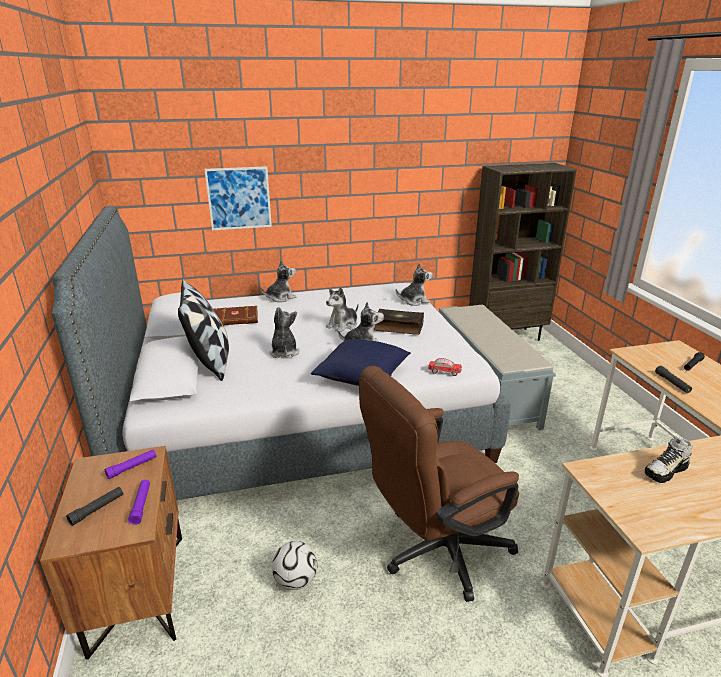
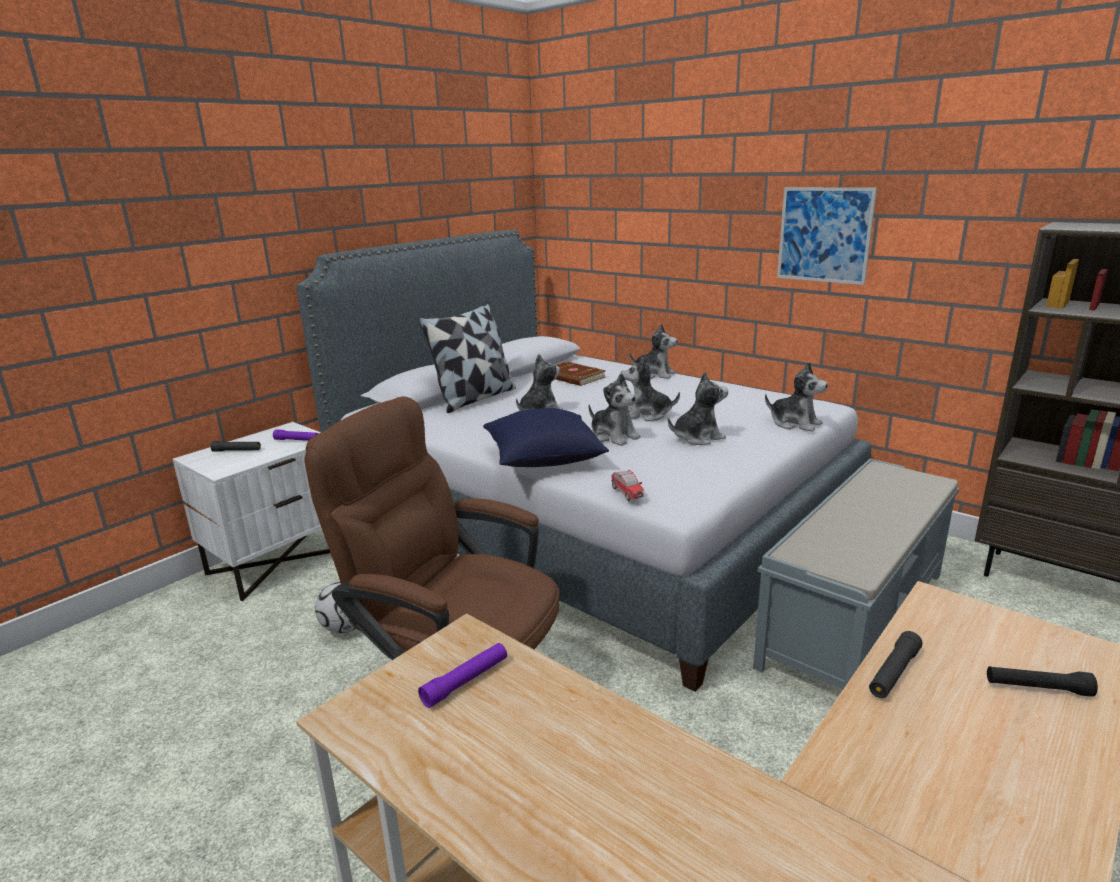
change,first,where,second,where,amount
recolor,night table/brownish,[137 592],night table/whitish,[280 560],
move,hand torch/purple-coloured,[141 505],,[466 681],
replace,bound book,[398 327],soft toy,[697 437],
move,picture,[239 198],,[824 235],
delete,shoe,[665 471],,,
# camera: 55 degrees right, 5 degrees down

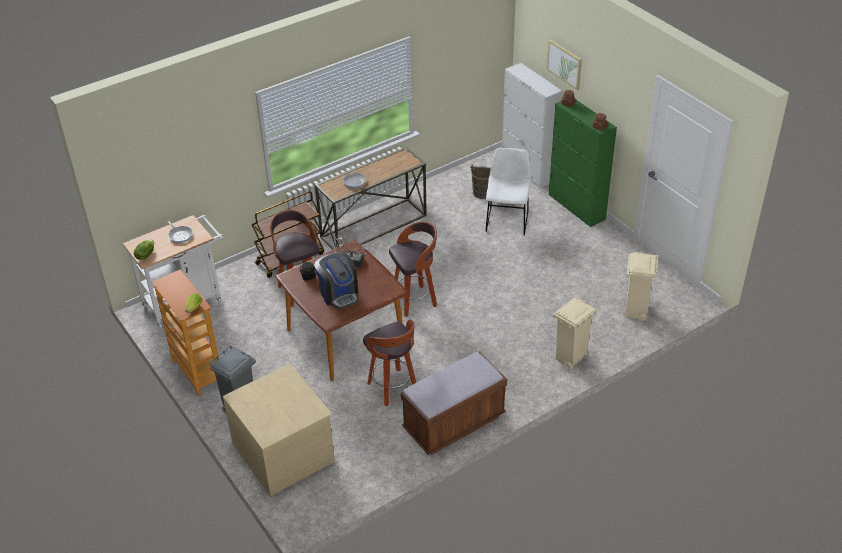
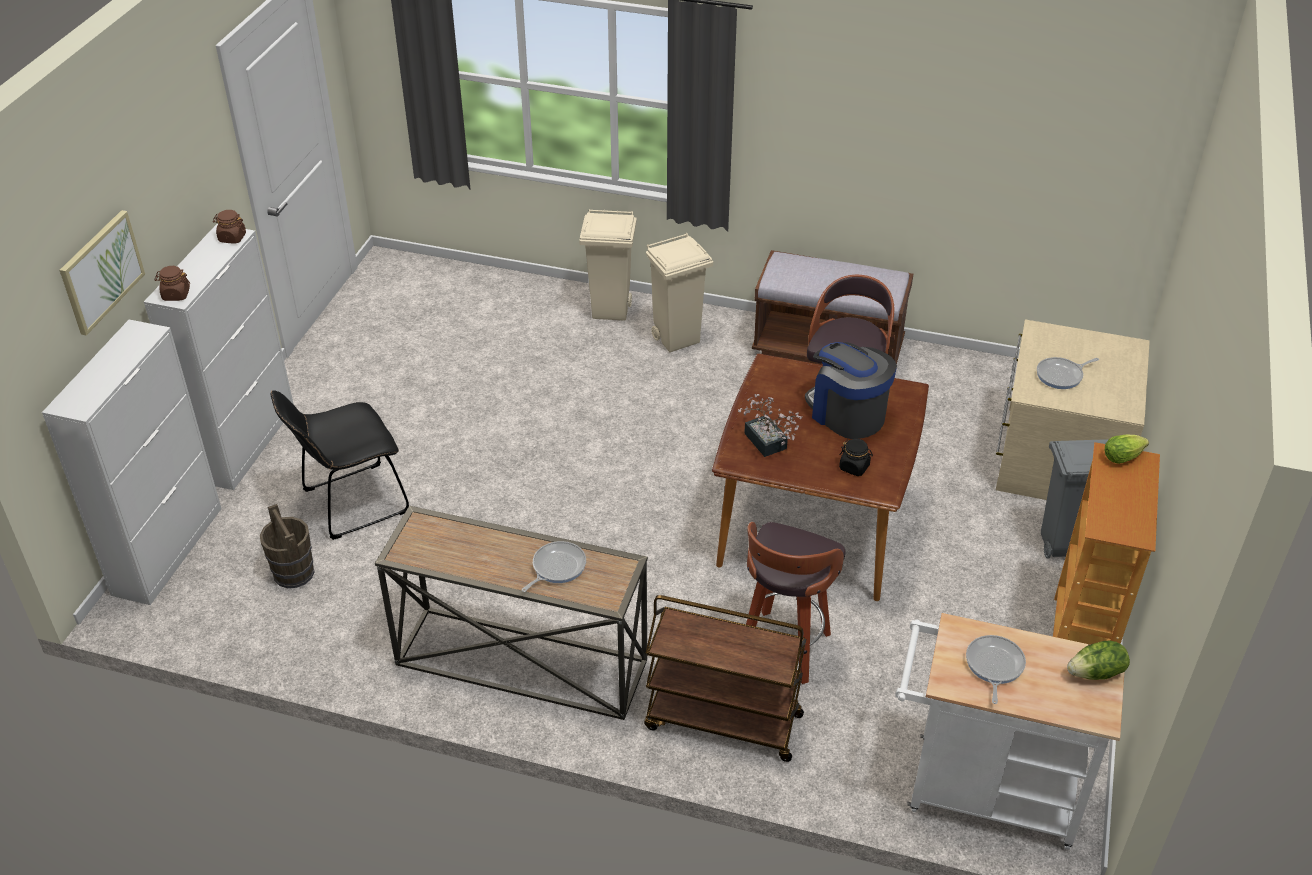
change,first,where,second,where,amount
recolor,cupboard/greenish,[576 207],cupboard/whitish,[247 443],
recolor,upright chair/whitish,[507 219],upright chair/black,[350 503],
move,rubbish bin/beige,[635 311],,[677 339],
rotate,coffee machine,[338 294],,[846 413],60 degrees counterclockwise
insert,,,frying pan,[1061 375],
delete,sitting stool,[415 301],,,
# camera: 130 degrees left, 0 degrees up

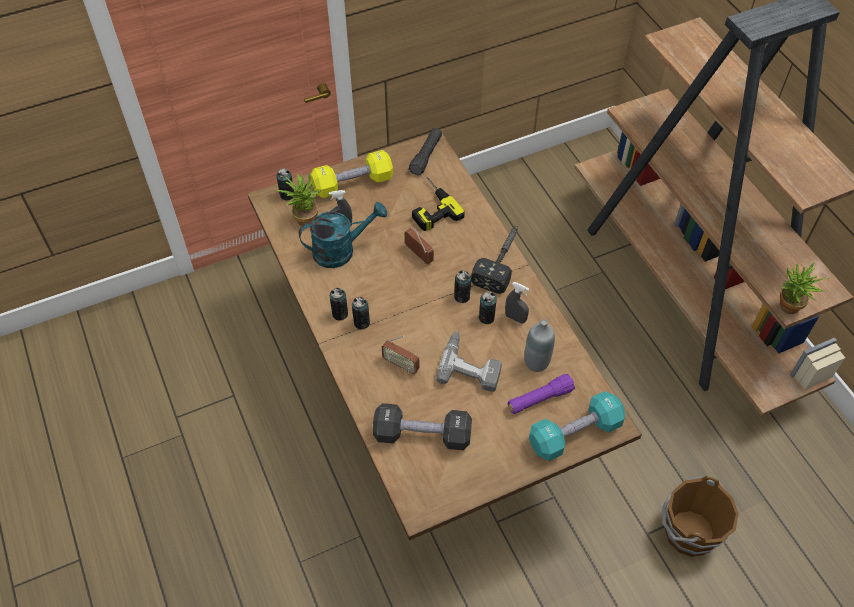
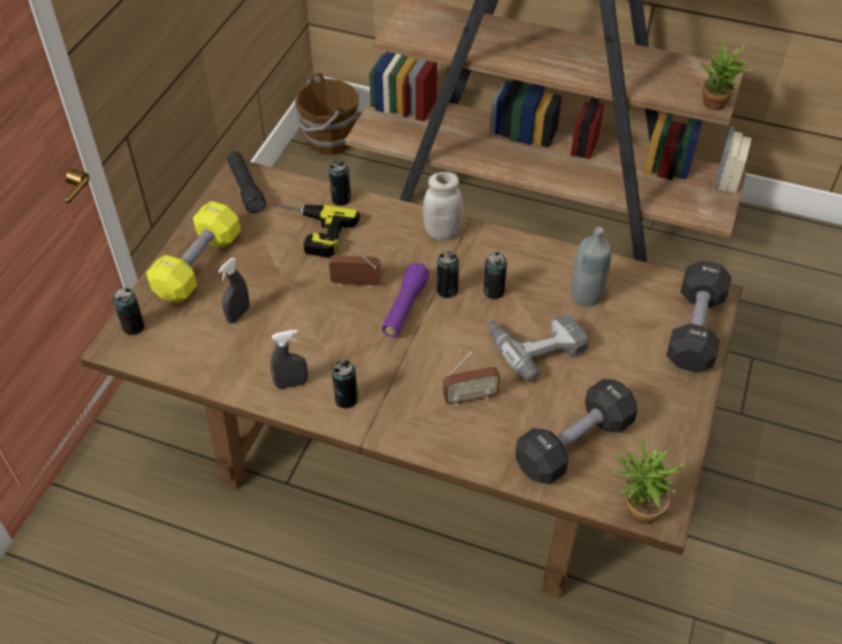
change,first,where,second,where,amount
move,spray bottle/greyish,[515 318],,[291 384],
move,pail/brownish,[688 532],,[329 140],
move,metal can,[361 323],,[341 199],
move,hand torch/purple-coloured,[540 399],,[405 307],
replace,tool hammer,[501 261],storage jar/whitish,[442 232],
move,plant in a pot,[304 218],,[635 510],
recolor,dumbbell/blue-green,[574 434],dumbbell/black,[695 329],
delete,watering can/blue-green,[341 250],,,
# camera: 45 degrees left, 5 degrees down

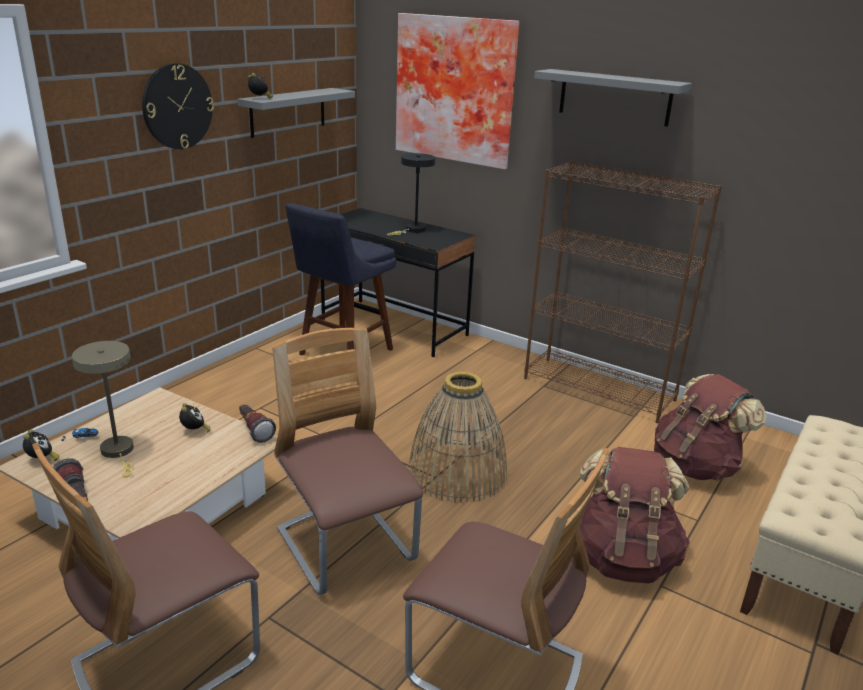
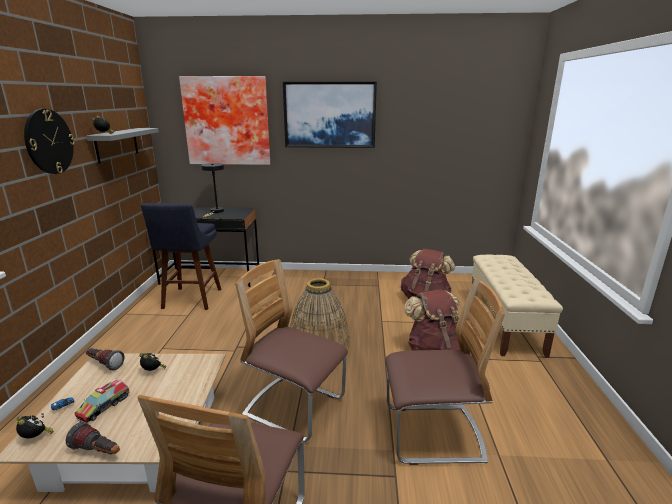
change,first,where,second,where,amount
replace,lamp for a table/beige,[119 452],model truck,[104 406],
move,hand torch,[254 430],,[104 364],
replace,bracket shelf/greyish,[614 97],picture,[329 115],
delete,shelving unit/brownish,[599 389],,,
# camera: 30 degrees left, 5 degrees down

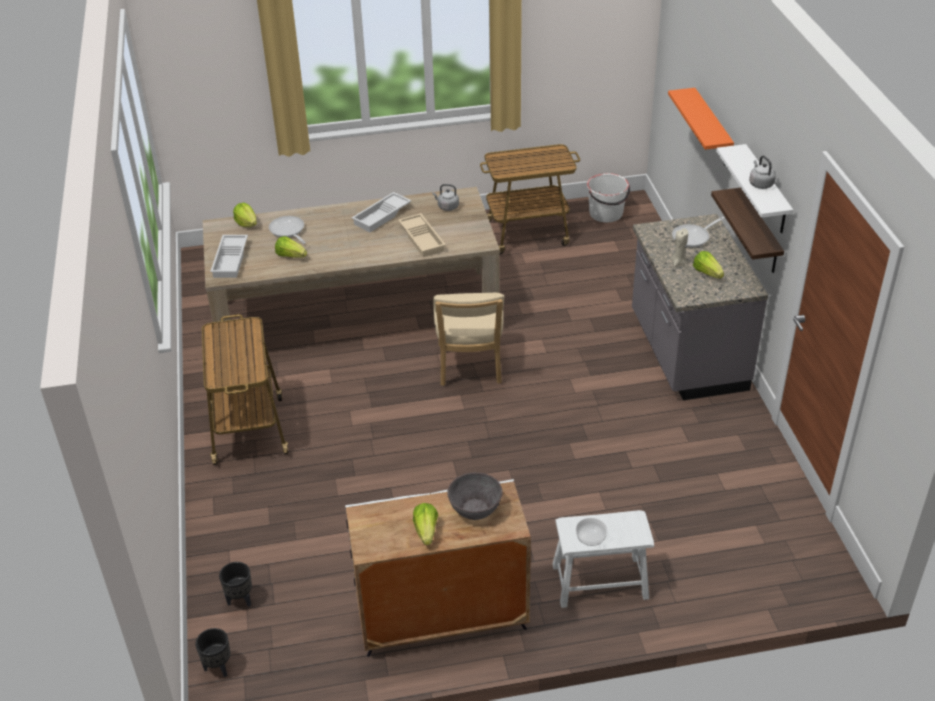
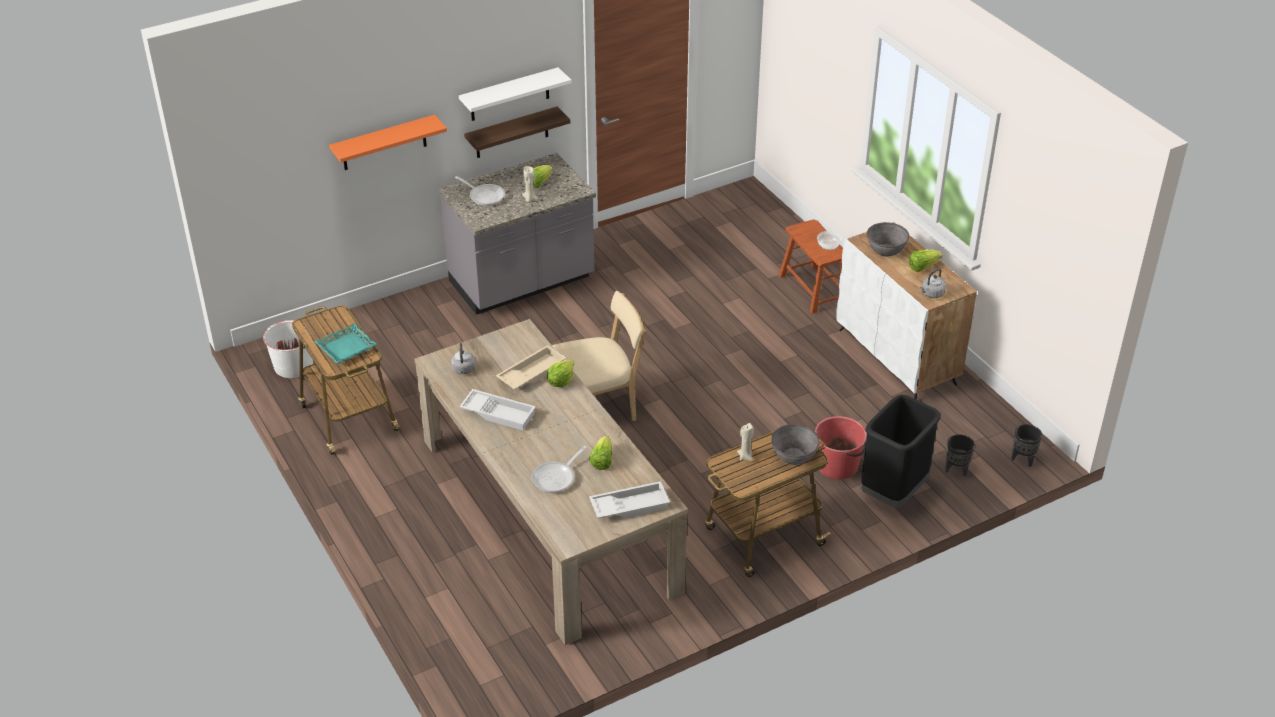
change,first,where,second,where,amount
insert,,,serving tray/blue-green,[346 348],
move,lettuce head,[246 223],,[560 381],
insert,,,wax candle/beige,[745 456],
insert,,,deep dish/greyish,[794 456],
recolor,sitting stool/whitish,[600 581],sitting stool/brownish,[814 288],
insert,,,pail/red,[838 465],
insert,,,rubbish bin/black,[893 492],
move,tea kettle/greyish,[760 184],,[931 294],
# camera: 110 degrees left, 0 degrees up

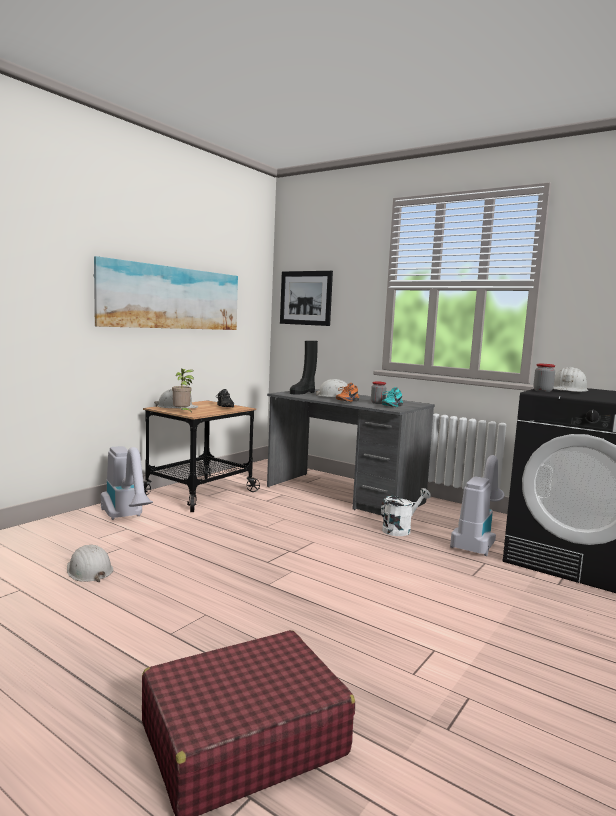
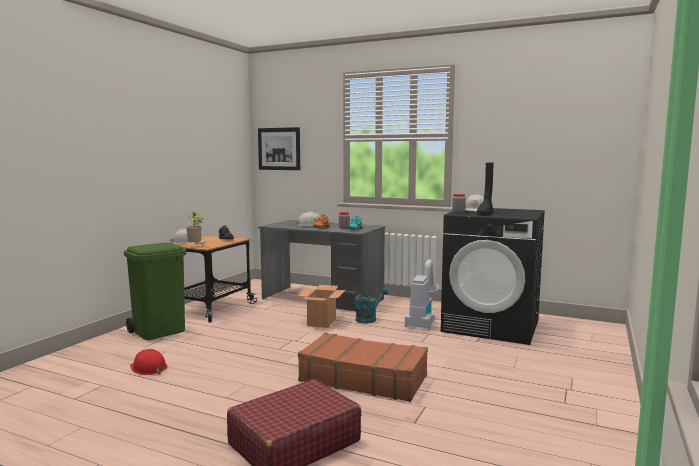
change,first,where,second,where,amount
replace,hoover,[126 518],rubbish bin/greenish,[160 331],
recolor,hard hat/whitish,[89 571],hard hat/red,[148 368],
insert,,,cardboard box,[322 322],
insert,,,suitcase/brownish,[363 378],
recolor,watering can/whitish,[400 529],watering can/blue-green,[368 319],
move,tall boot/black,[303 392],,[485 214],
delete,picture,[171 298],,,
# camera: 10 degrees left, 0 degrees up

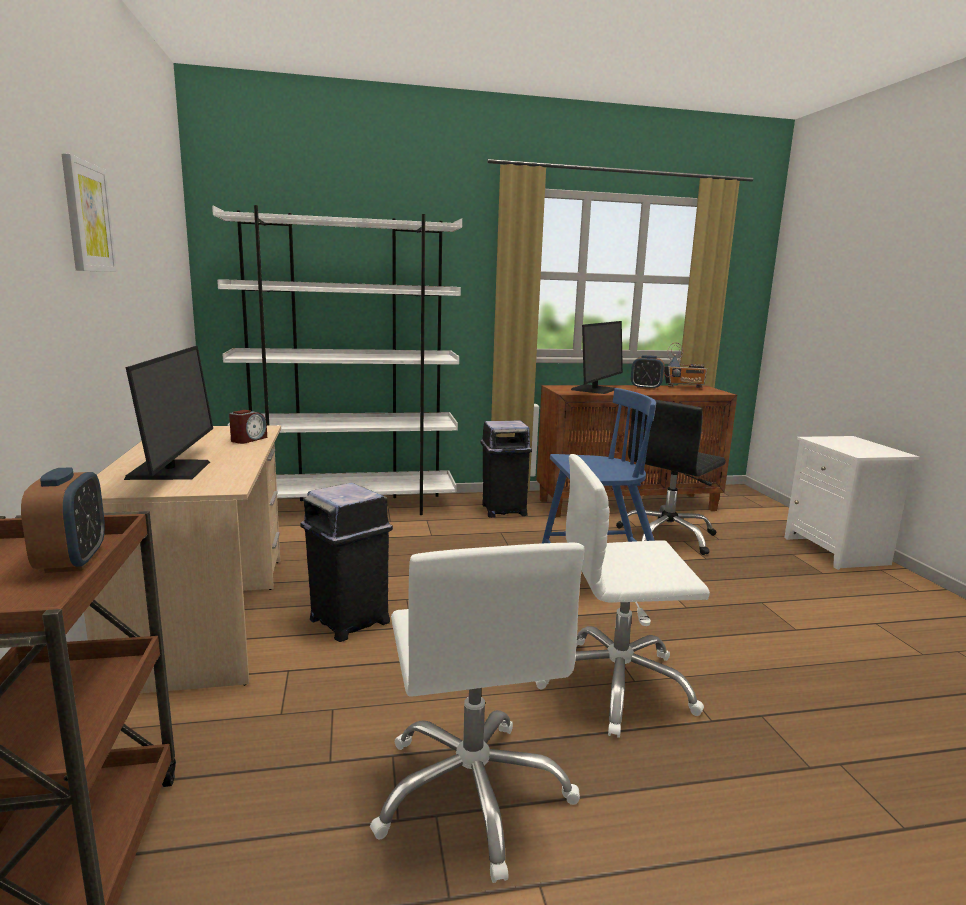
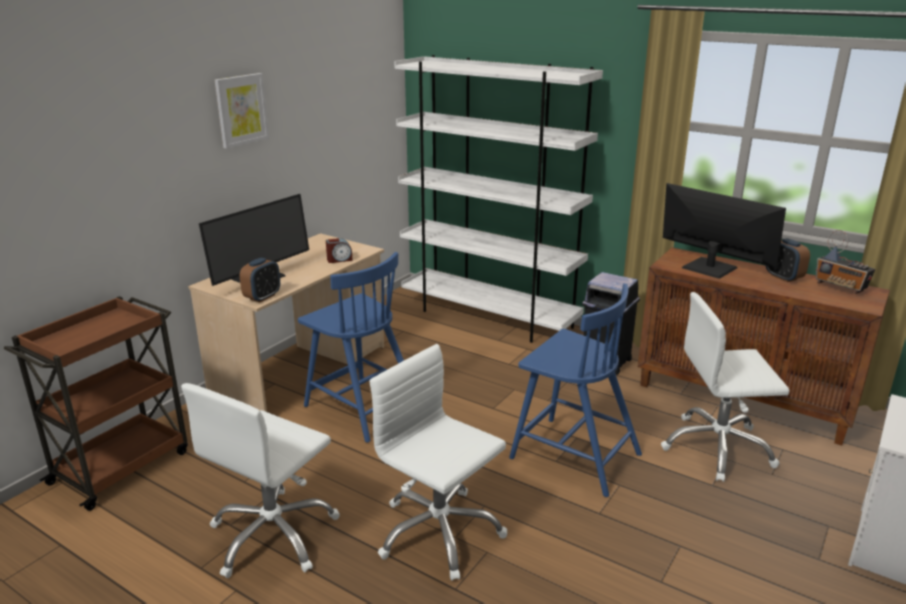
change,first,where,second,where,amount
move,alarm clock,[72 561],,[262 297],
replace,rubbish bin/black,[349 620],upright chair/blue-coloured,[361 407],
recolor,desk chair/black,[667 536],desk chair/whitish,[717 448],
rotate,computer display,[595 390],,[710 267],120 degrees counterclockwise
# camera: 45 degrees right, 10 degrees up

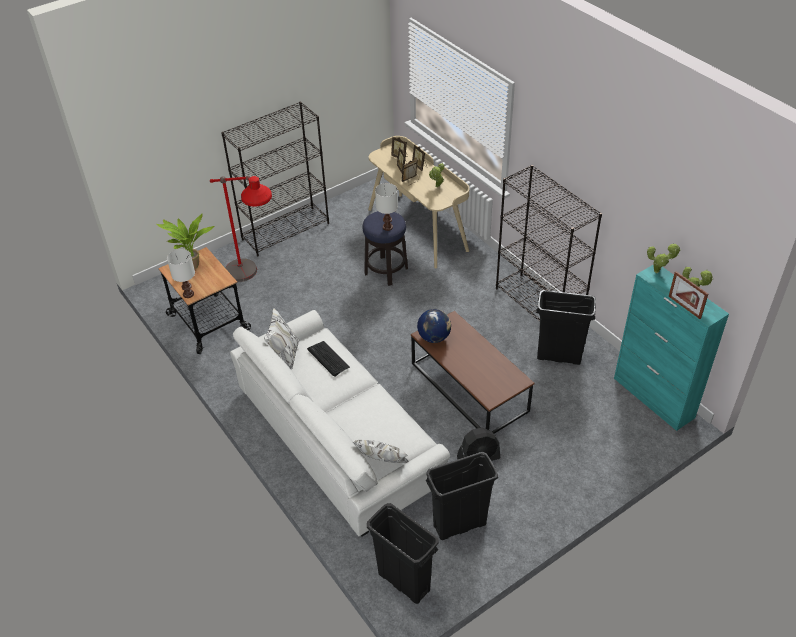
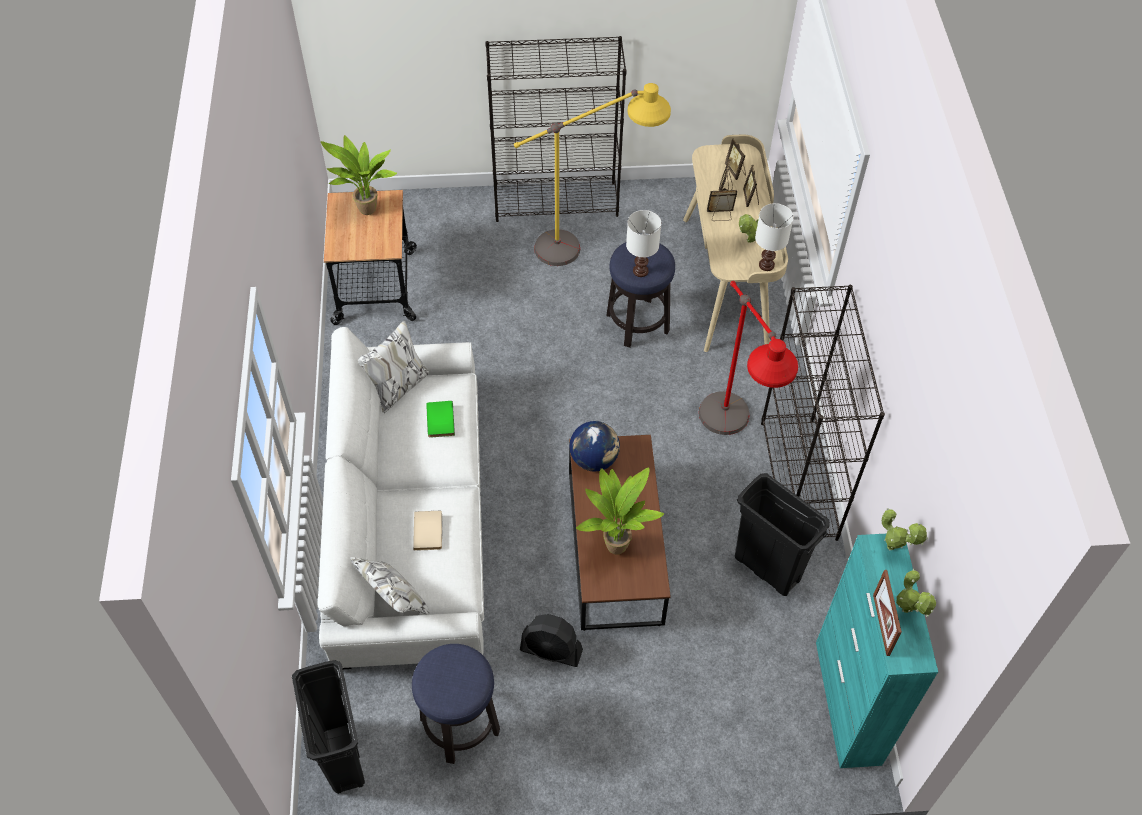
change,first,where,second,where,amount
replace,rubbish bin/black,[459 525],sitting stool,[460 725],
insert,,,bound book/beige,[429 531],
replace,PC keyboard,[328 359],bound book/greenish,[439 420],
insert,,,floor lamp/yellow-coloured,[590 248],
insert,,,plant in a pot,[615 544],
move,floor lamp/red,[253 282],,[731 443],
move,lamp for a table/whitish,[188 294],,[765 265],
# camera: 30 degrees right, 10 degrees up

